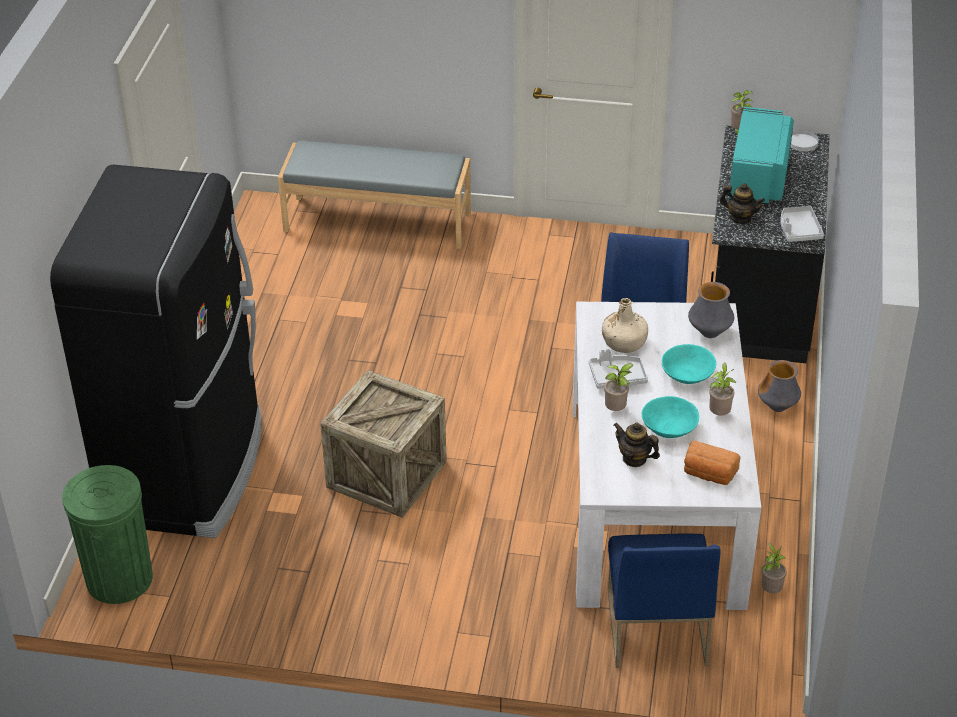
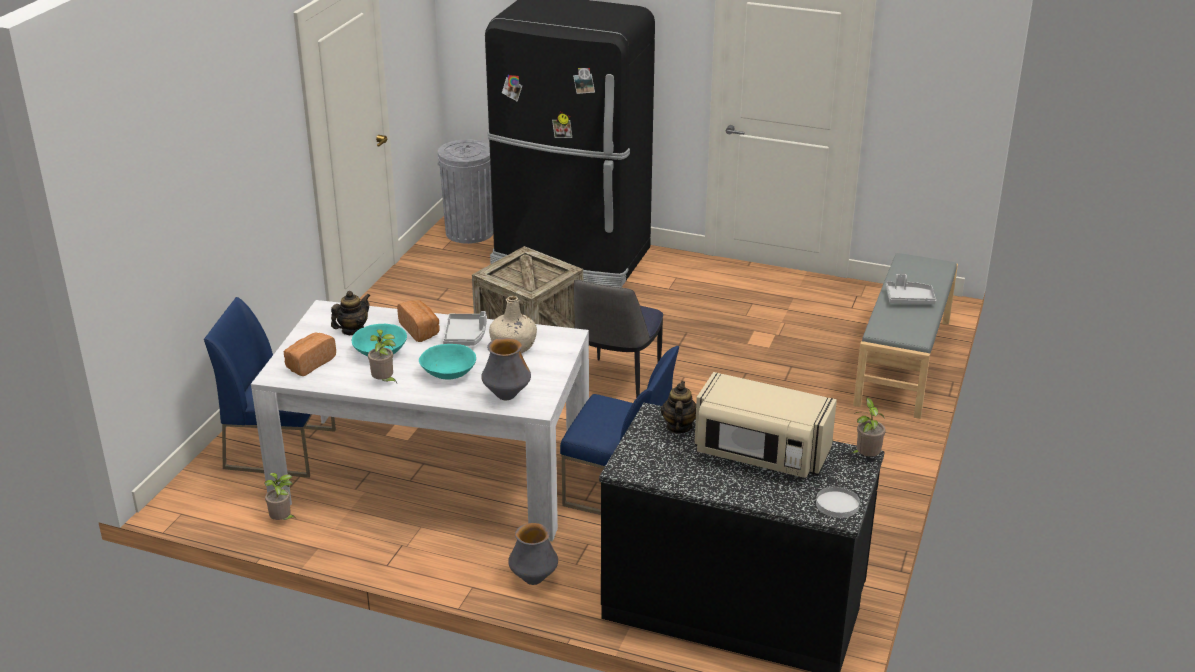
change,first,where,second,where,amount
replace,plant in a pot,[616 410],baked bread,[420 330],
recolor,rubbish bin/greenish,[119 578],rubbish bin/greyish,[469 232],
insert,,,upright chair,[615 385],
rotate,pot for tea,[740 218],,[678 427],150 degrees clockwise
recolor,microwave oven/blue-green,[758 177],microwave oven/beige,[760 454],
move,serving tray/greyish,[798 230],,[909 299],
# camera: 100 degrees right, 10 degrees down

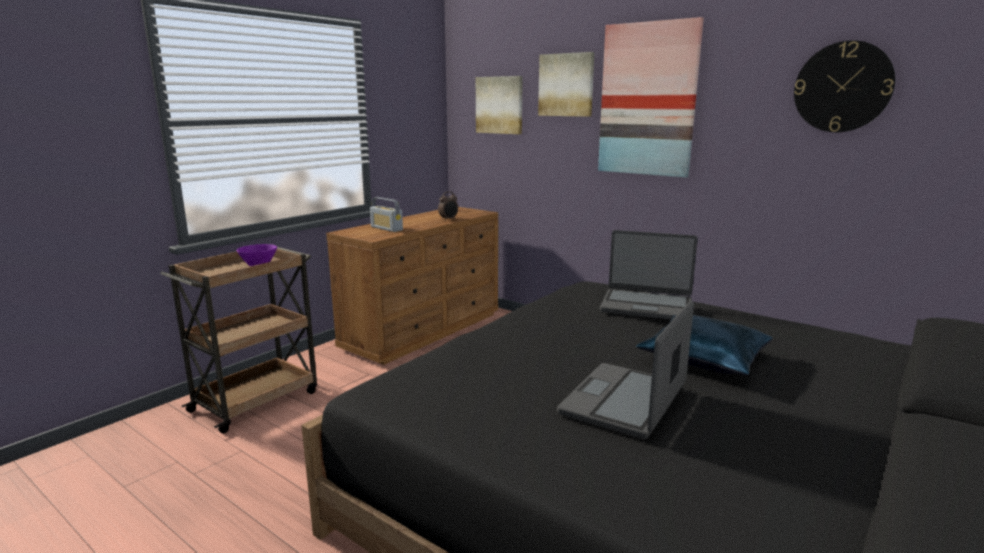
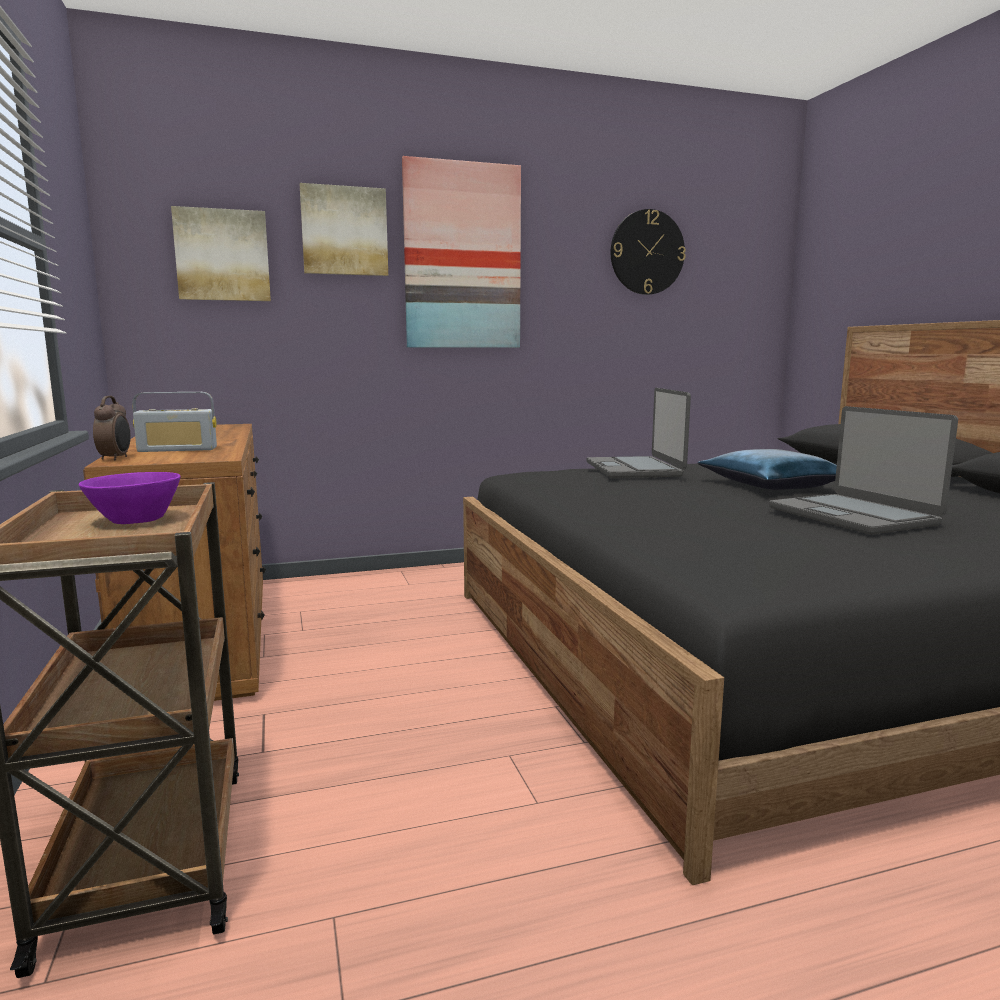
change,first,where,second,where,amount
move,alarm clock,[448 219],,[116 458],
rotate,portable computer,[646 306],,[634 469],120 degrees clockwise
# camera: 55 degrees left, 5 degrees down

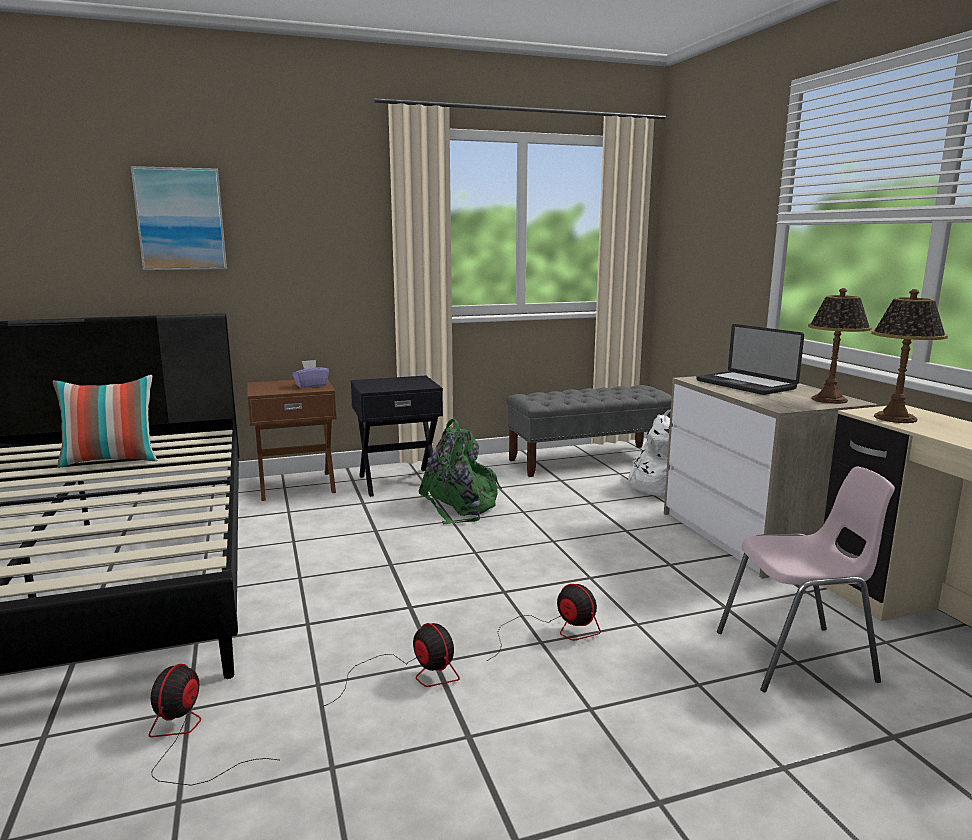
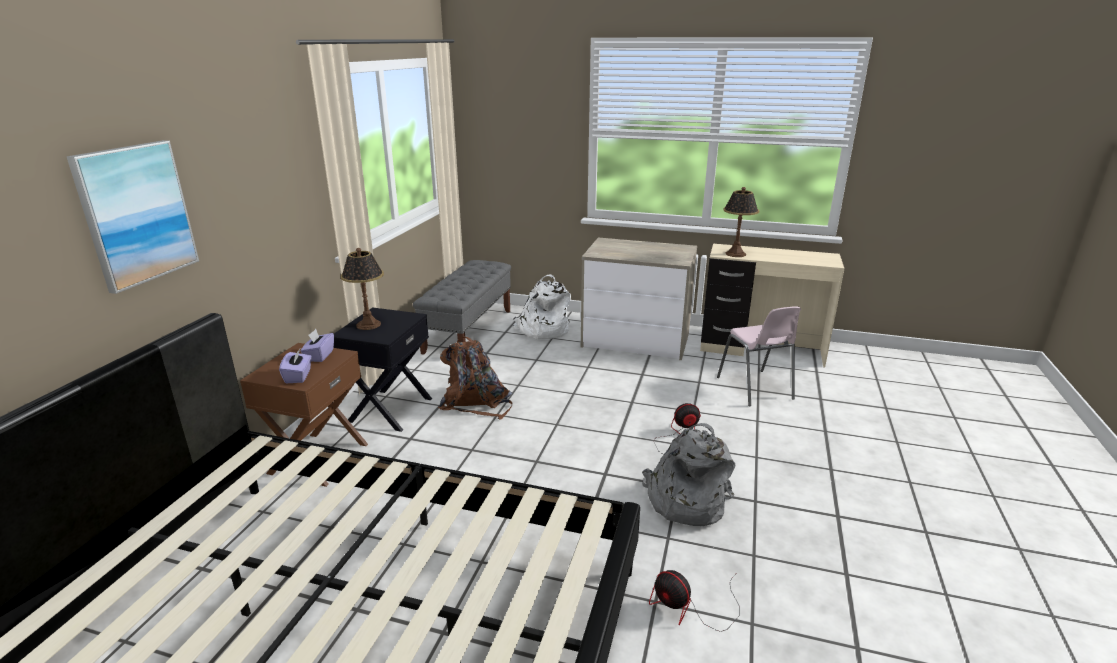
change,first,where,second,where,amount
insert,,,box of tissues/purple-coloured,[298 376],
move,lamp for a table,[829 399],,[368 324],
recolor,backpack/greenish,[460 506],backpack/brownish,[476 402],
replace,electric fan,[409 675],backpack/greyish,[685 500],
rotate,upright chair/pink,[797 658],,[755 388],135 degrees clockwise
delete,throw pillow,[111 461],,,
delete,portable computer,[745 385],,,
# camera: 55 degrees left, 10 degrees up

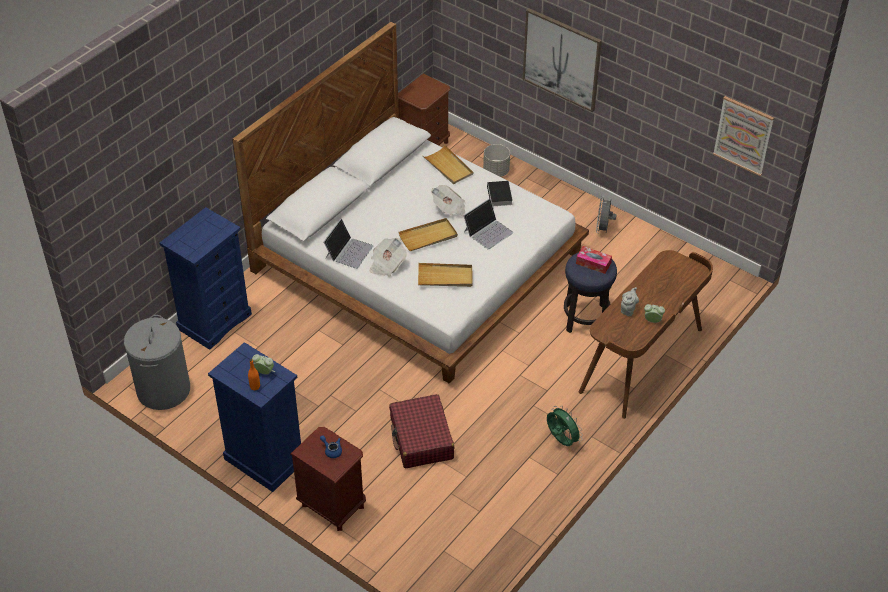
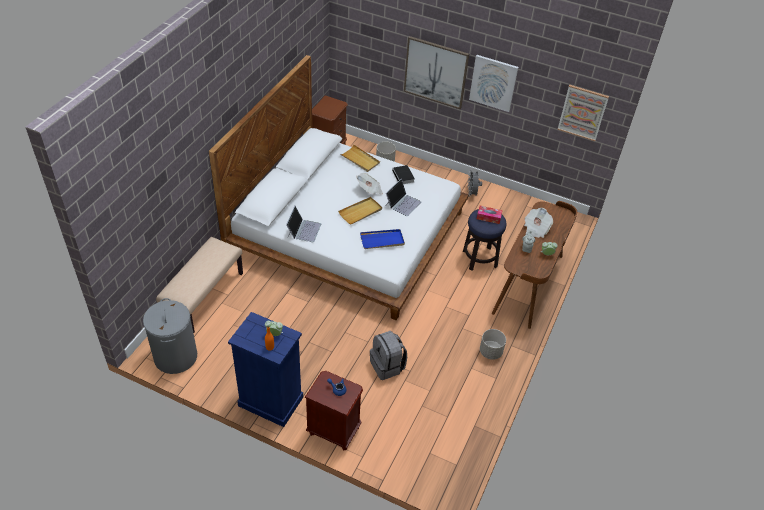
change,first,where,second,where,amount
replace,dresser/blue-coloured,[214 321],bench/beige,[204 296],
recolor,serving tray/beige,[445 277],serving tray/blue-coloured,[382 240],
replace,suitcase/red,[421 439],backpack/greyish,[387 366],
insert,,,picture,[493 83],
replace,electric fan/greenish,[561 440],flower pot/greyish,[490 352],
move,printed paper,[387 264],,[535 229],
# camera: 15 degrees left, 0 degrees up

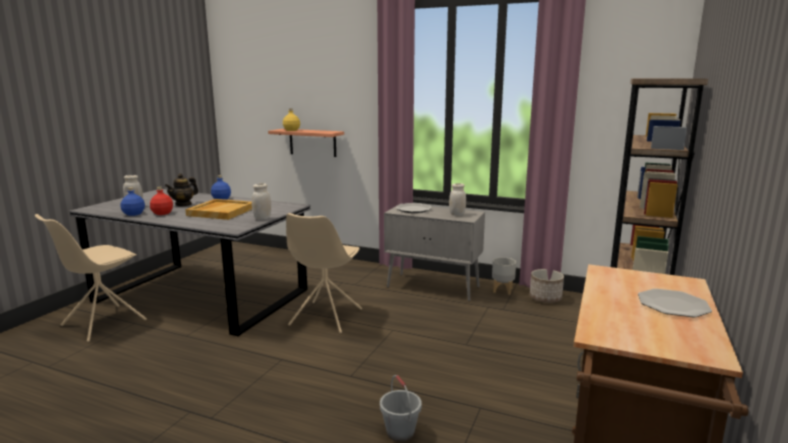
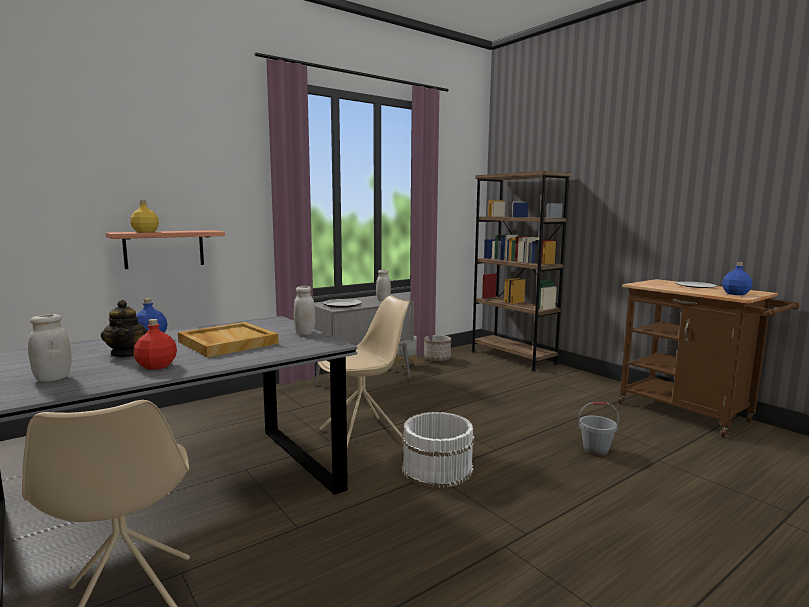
change,first,where,second,where,amount
rotate,upright chair/beige,[325 317],,[364 436],75 degrees counterclockwise
insert,,,pail/whitish,[436 468],
move,drink bottle/blue-coloured,[134 214],,[735 294],
# camera: 60 degrees left, 5 degrees down

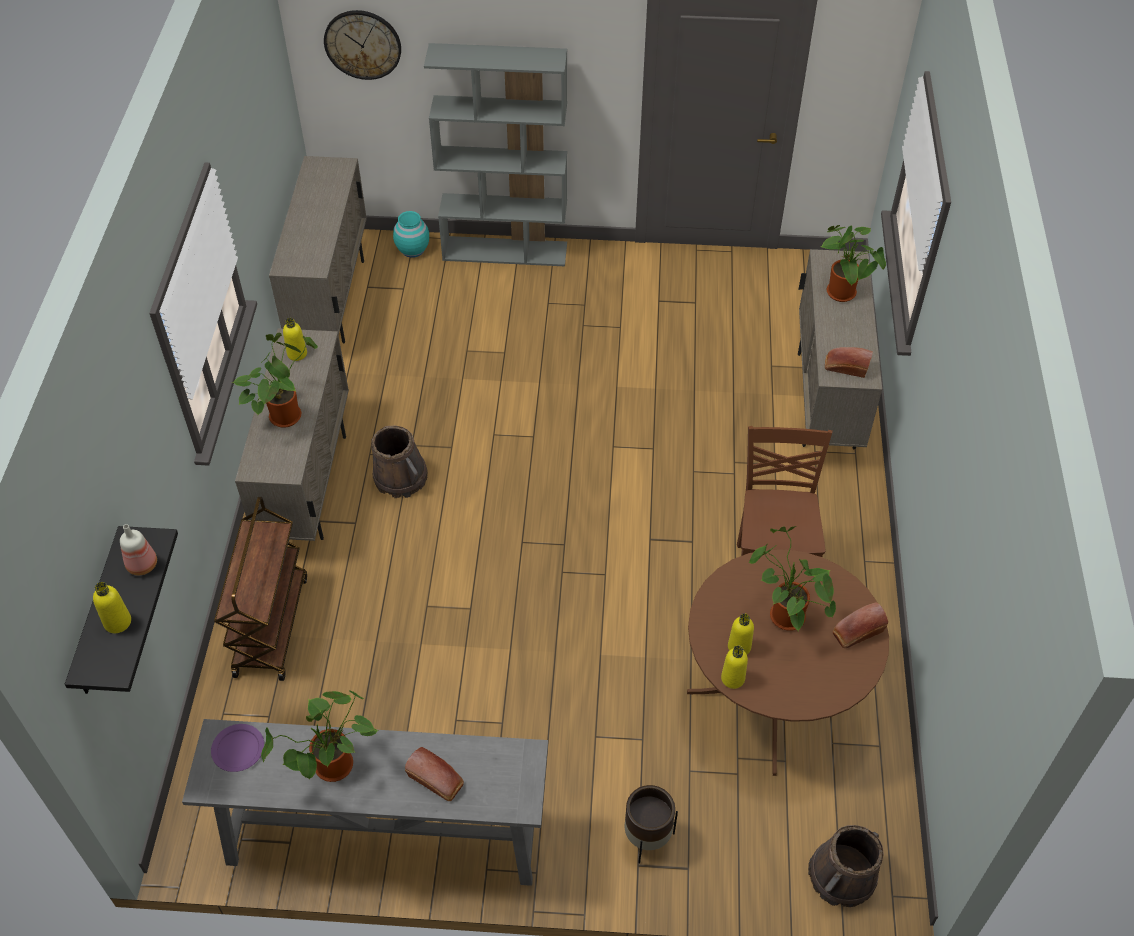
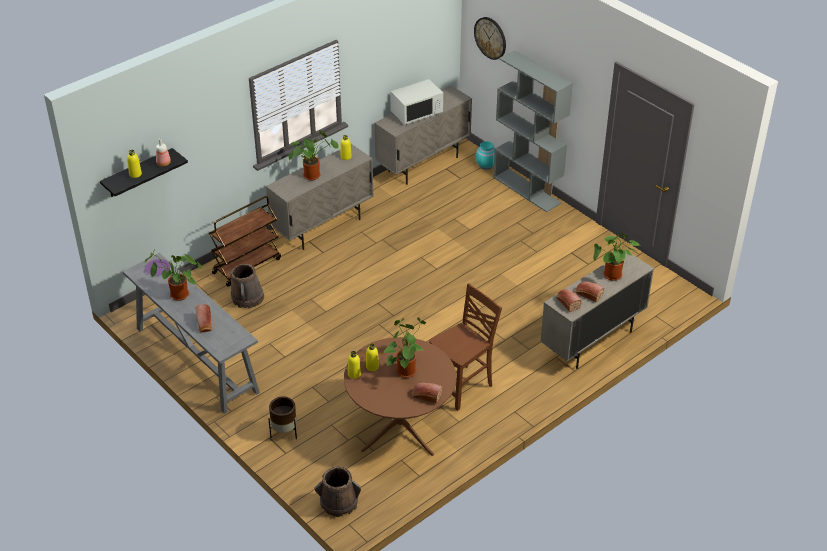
change,first,where,second,where,amount
move,pail/brownish,[400 477],,[247 298],
insert,,,microwave oven/whitish,[416 113],
insert,,,baked bread,[588 294],
# camera: 45 degrees right, 10 degrees down

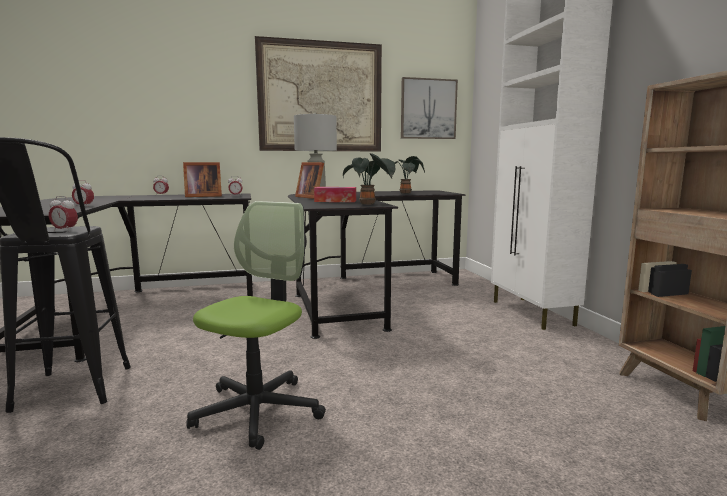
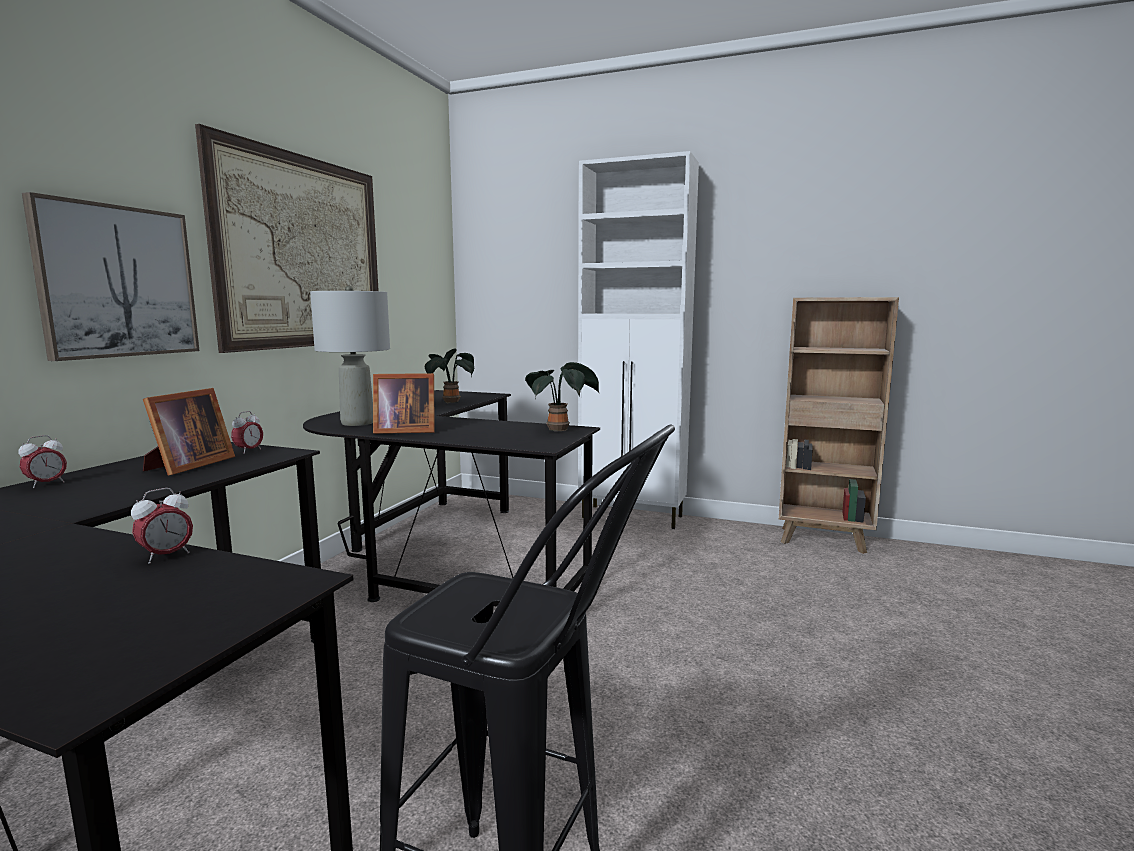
change,first,where,second,where,amount
move,picture,[428 109],,[118 282],
delete,alarm clock,[64 231],,,
delete,desk chair,[258 411],,,
delete,box of tissues,[335 201],,,
# camera: 55 degrees left, 0 degrees up

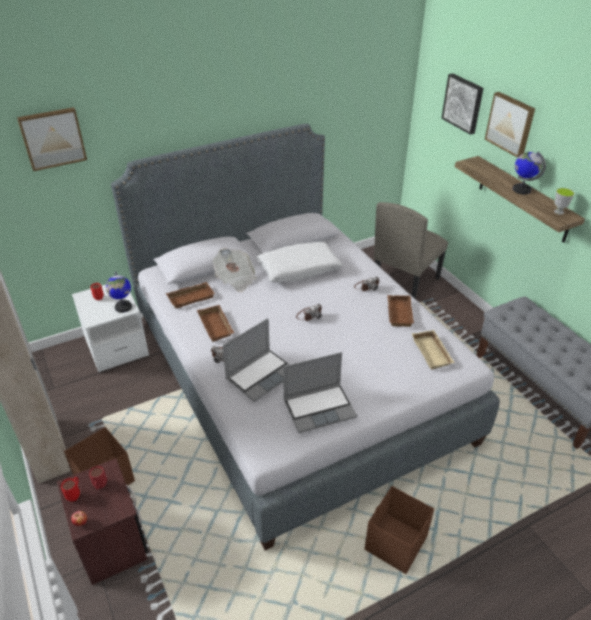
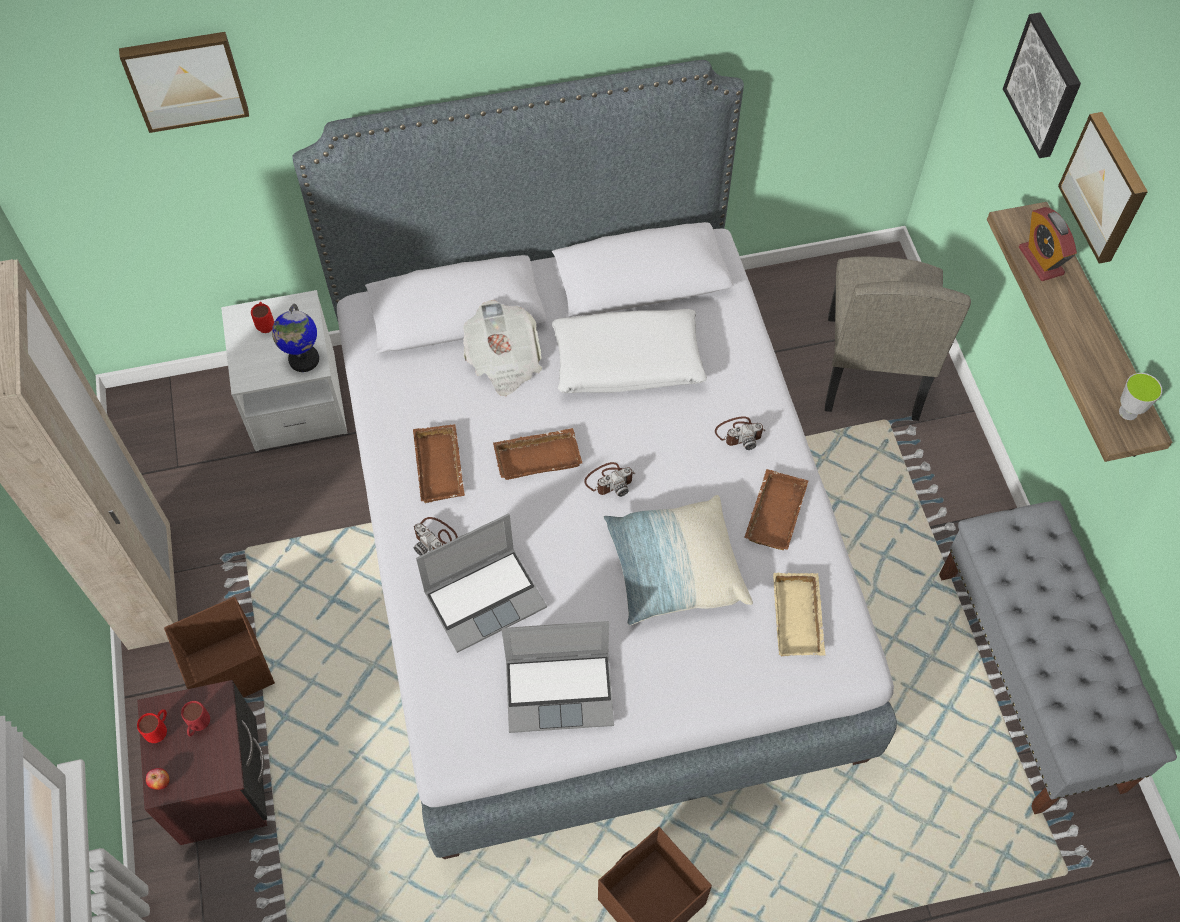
change,first,where,second,where,amount
move,serving tray/brownish,[191 297],,[538 456],
insert,,,throw pillow,[674 570],
rotate,upright chair/beige,[405 283],,[871 367],45 degrees counterclockwise
insert,,,alarm clock,[1040 261],
delete,globe,[521 190],,,
# camera: 15 degrees right, 20 degrees up

